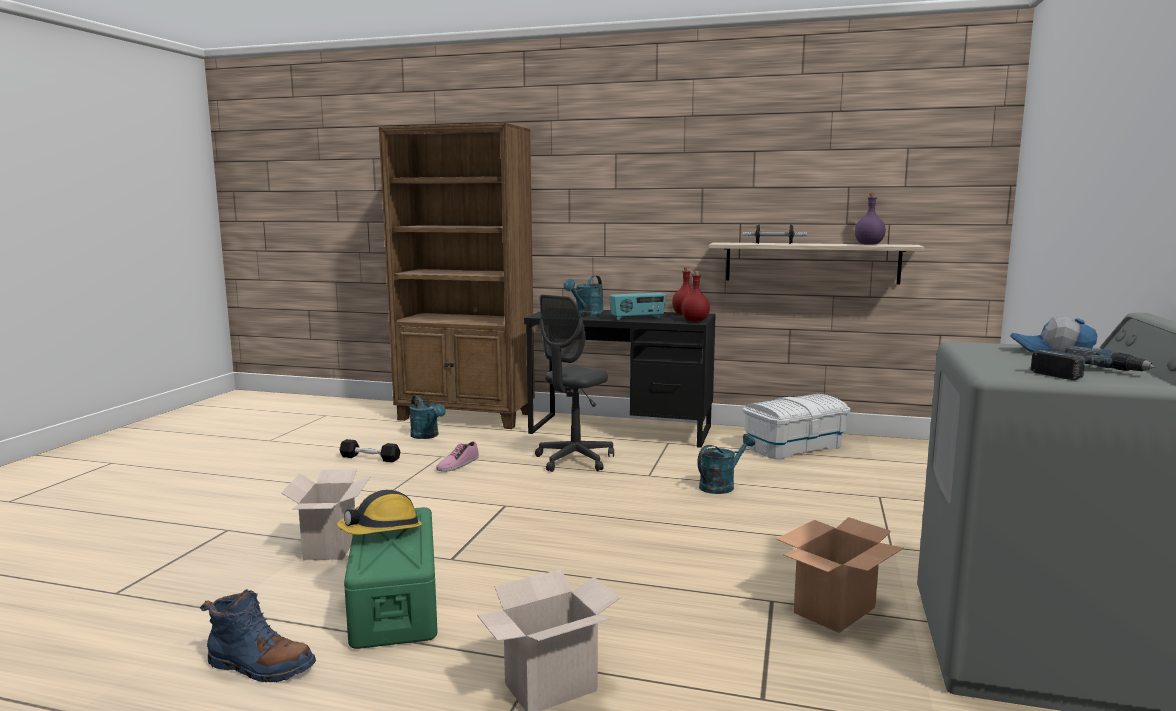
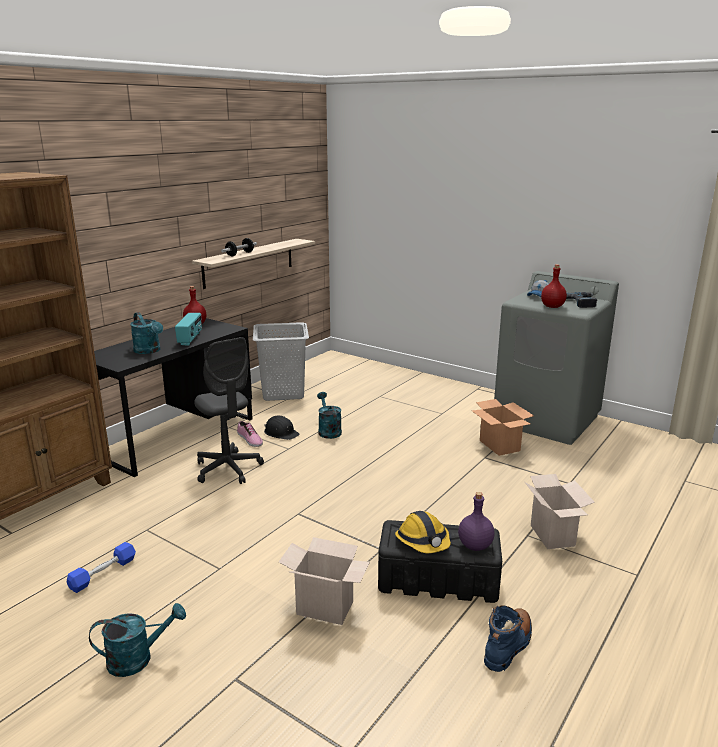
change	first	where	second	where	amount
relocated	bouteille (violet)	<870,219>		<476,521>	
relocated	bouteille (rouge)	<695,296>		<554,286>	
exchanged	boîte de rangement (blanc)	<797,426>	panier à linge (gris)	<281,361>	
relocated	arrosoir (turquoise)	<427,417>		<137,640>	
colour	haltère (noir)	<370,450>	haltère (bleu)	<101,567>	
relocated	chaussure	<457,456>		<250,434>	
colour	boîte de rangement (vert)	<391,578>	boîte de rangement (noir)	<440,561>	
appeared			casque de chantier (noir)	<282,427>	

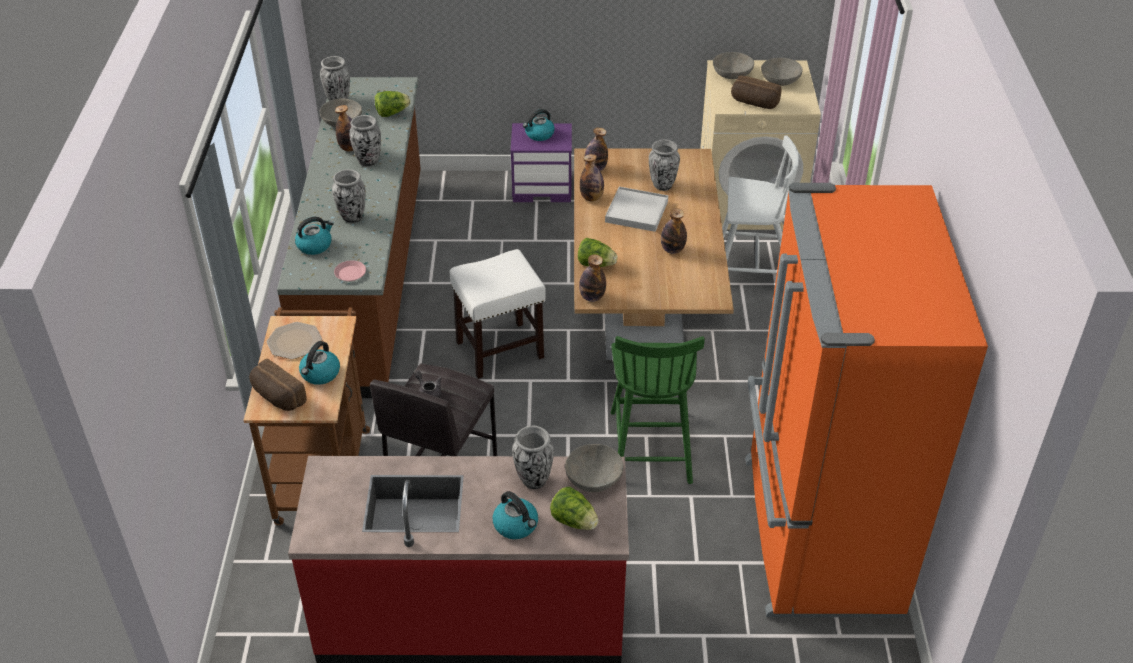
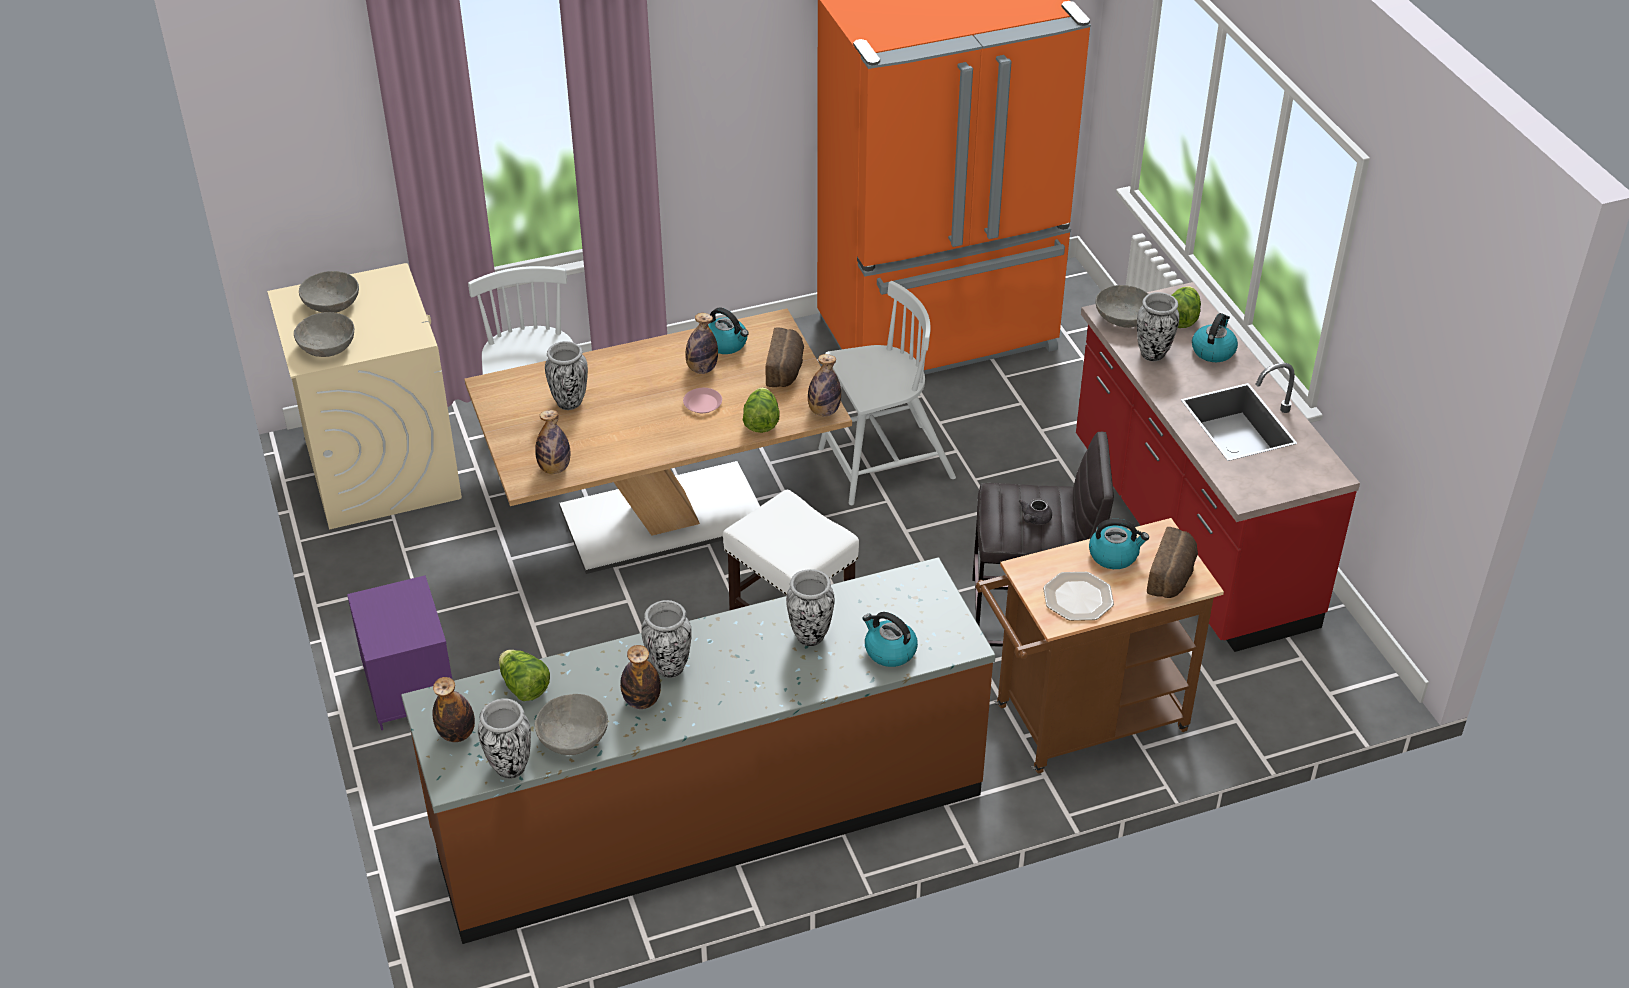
change	first	where	second	where	amount
relocated	pain	<756,92>		<785,357>	
relocated	bouilloire	<539,125>		<728,331>	
relocated	bouteille	<592,177>		<453,709>	
missing	plateau (blanc)	<636,209>			
relocated	assiette (rose)	<350,270>		<702,400>	
colour	chaise (vert)	<658,410>	chaise (blanc)	<887,393>	

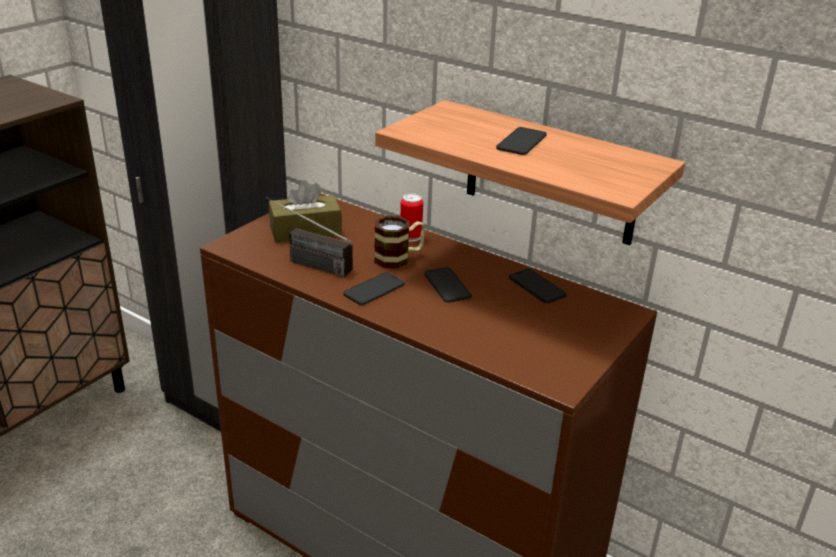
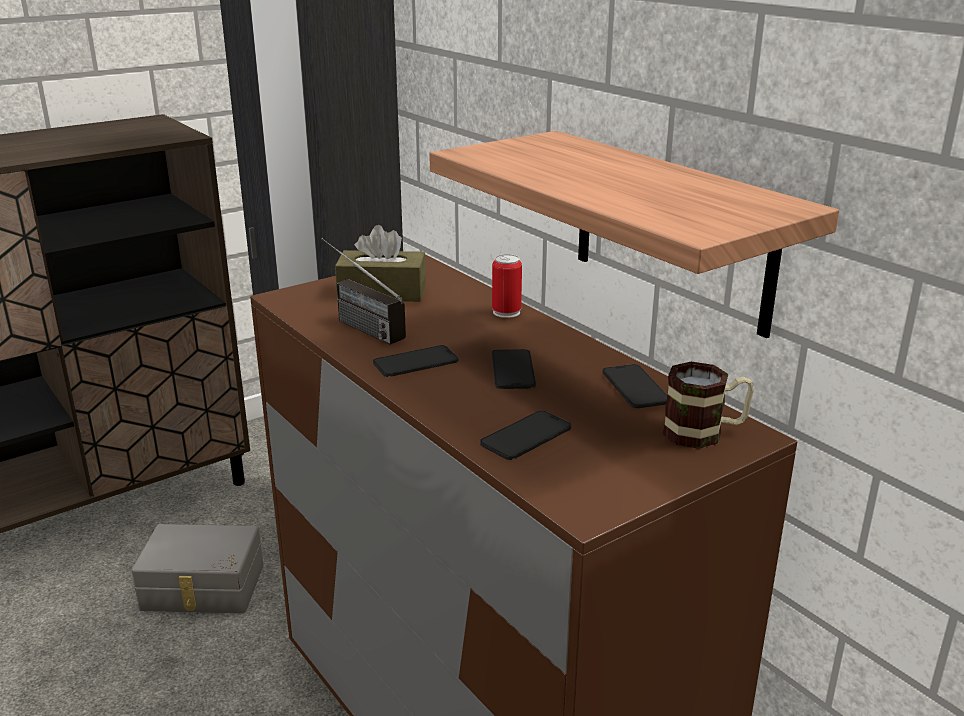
change	first	where	second	where	amount
relocated	téléphone	<521,141>		<525,435>	
relocated	mug	<399,242>		<708,405>	
appeared			boîte de rangement (gris)	<197,568>	

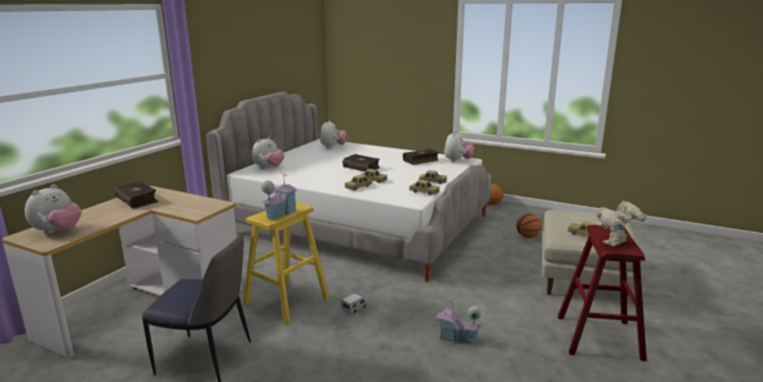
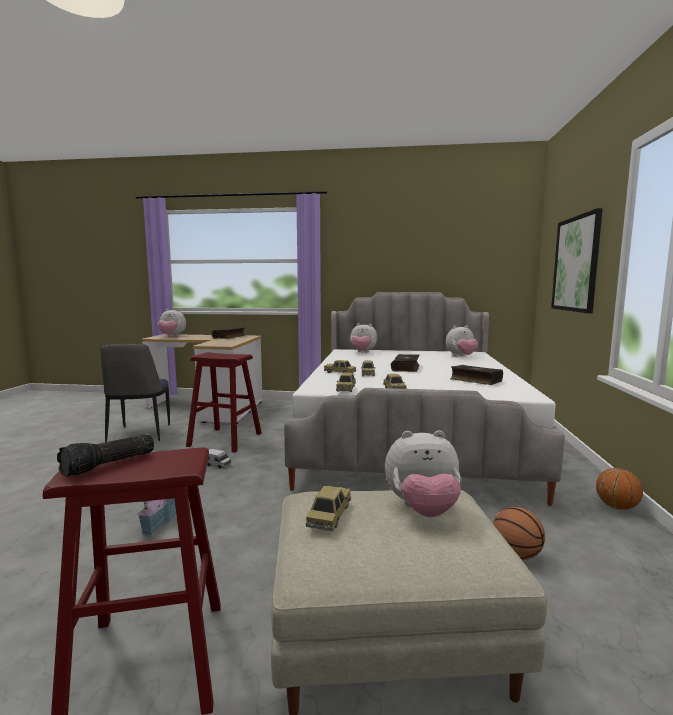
change	first	where	second	where	amount
relocated	peluche	<459,146>		<423,473>	
missing	maison miniature	<279,197>			
exchanged	robot jouet	<621,223>	lampe de poche	<105,455>	
colour	tabouret (jaune)	<286,263>	tabouret (rouge)	<224,403>	
appeared			tableau	<577,260>	

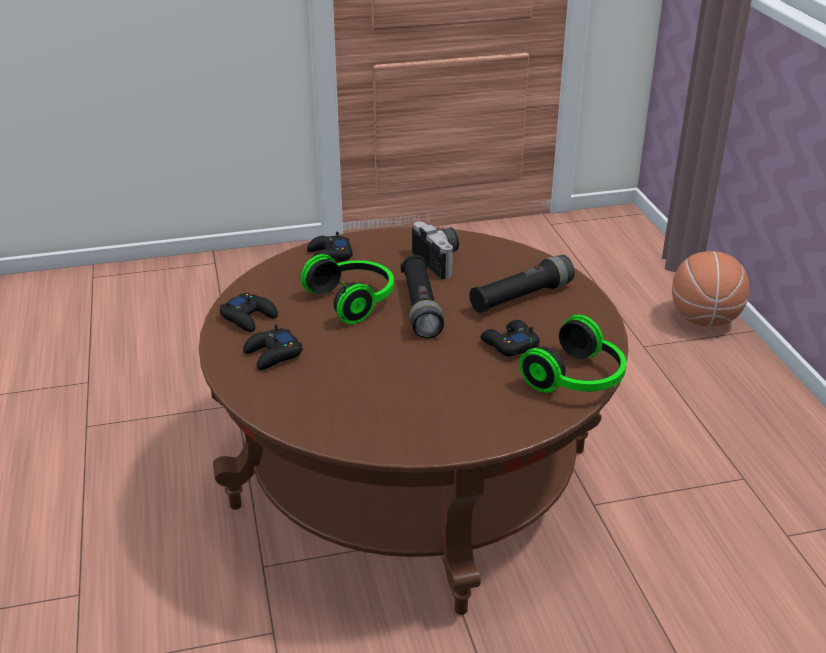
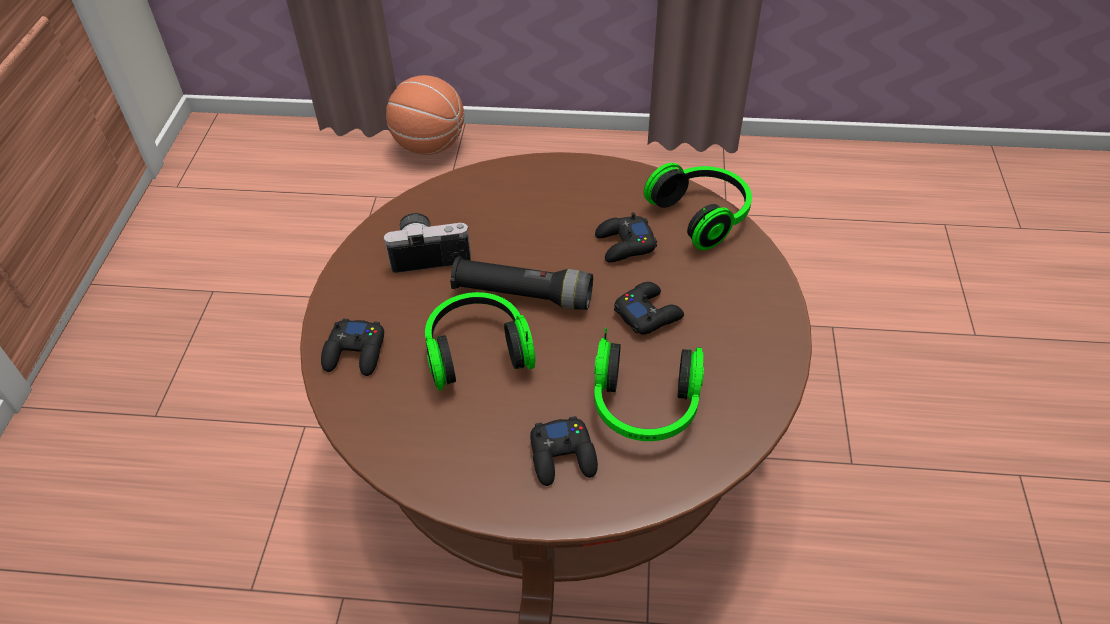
change	first	where	second	where	amount
missing	lampe de poche (noir)	<522,284>			
relocated	manette (noir)	<249,312>		<649,308>	
appeared			casque audio	<649,384>	

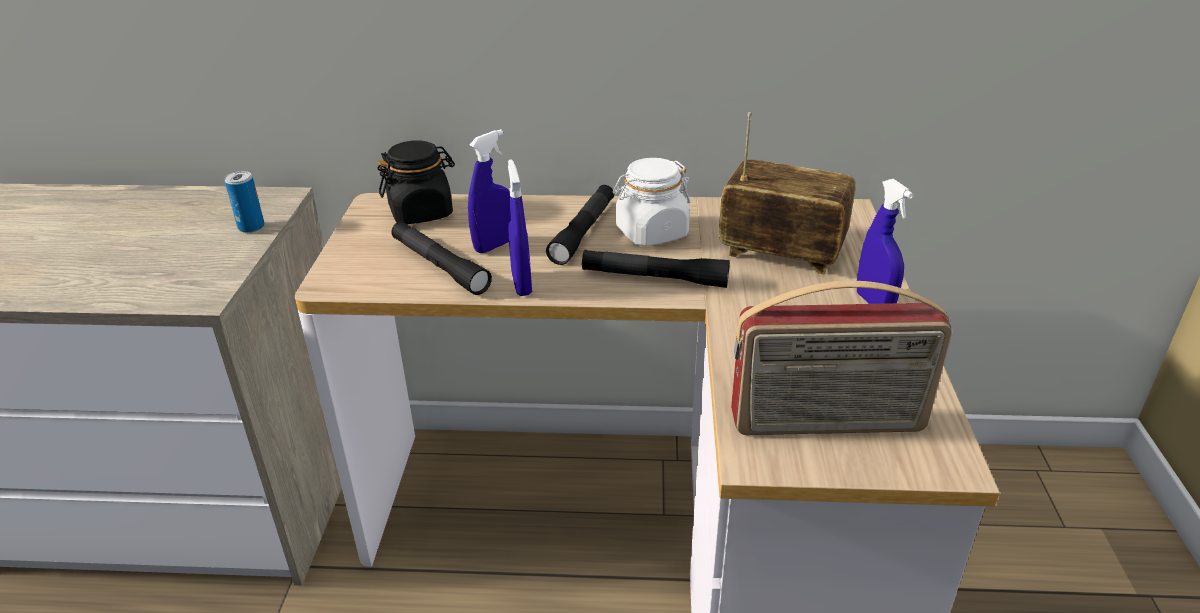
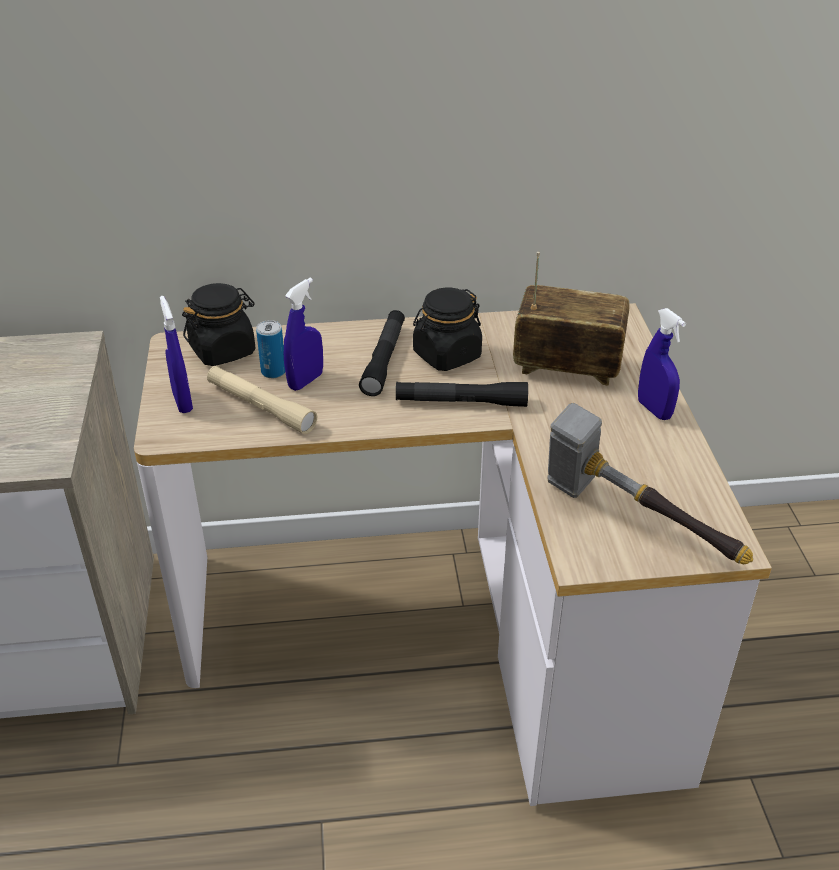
change	first	where	second	where	amount
colour	bocal (blanc)	<651,202>	bocal (noir)	<447,329>	
relocated	vaporisateur (bleu)	<520,227>		<176,354>	
relocated	boîte métallique	<245,202>		<270,349>	
colour	lampe de poche (noir)	<441,258>	lampe de poche (beige)	<262,400>	
exchanged	radio	<841,358>	marteau	<650,483>	

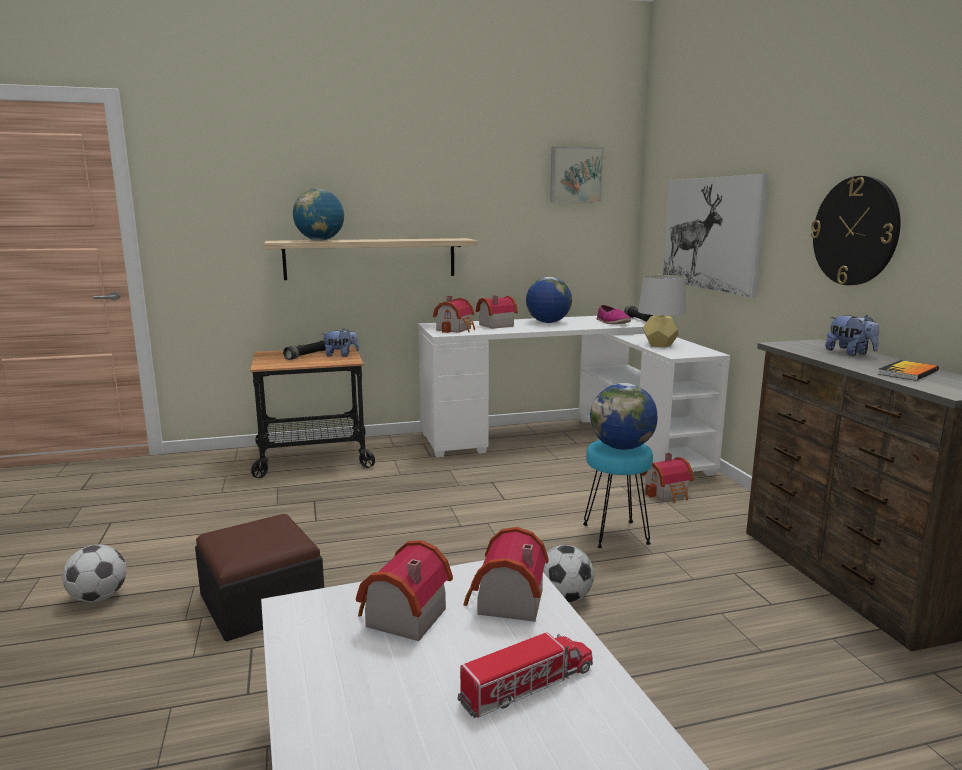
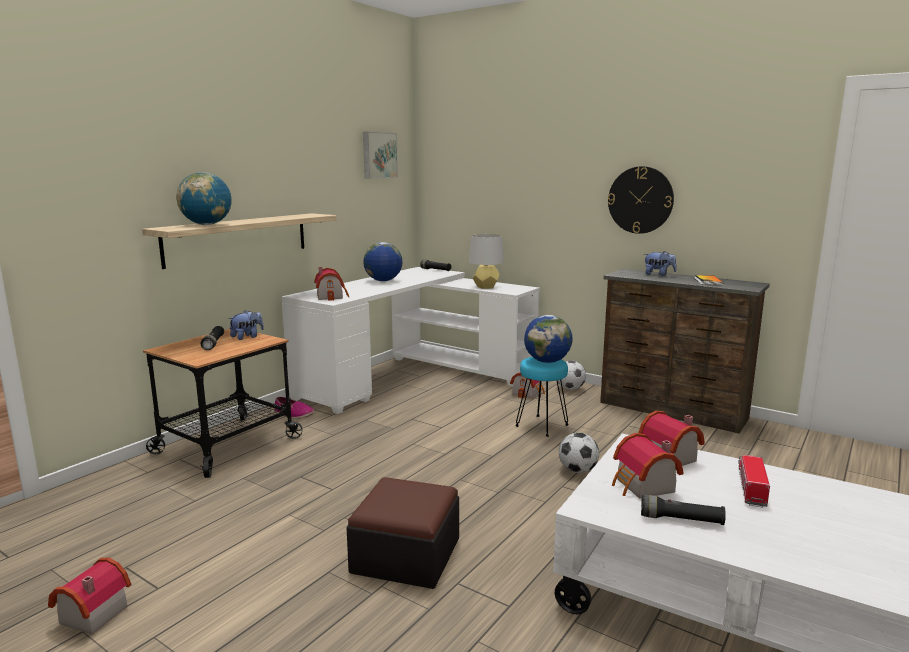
change	first	where	second	where	amount
missing	tableau	<716,236>			
relocated	maison miniature	<497,312>		<89,596>	
relocated	chaussure	<614,314>		<294,408>	
relocated	ballon de foot	<94,574>		<571,375>	
appeared			lampe de poche (noir)	<683,510>	

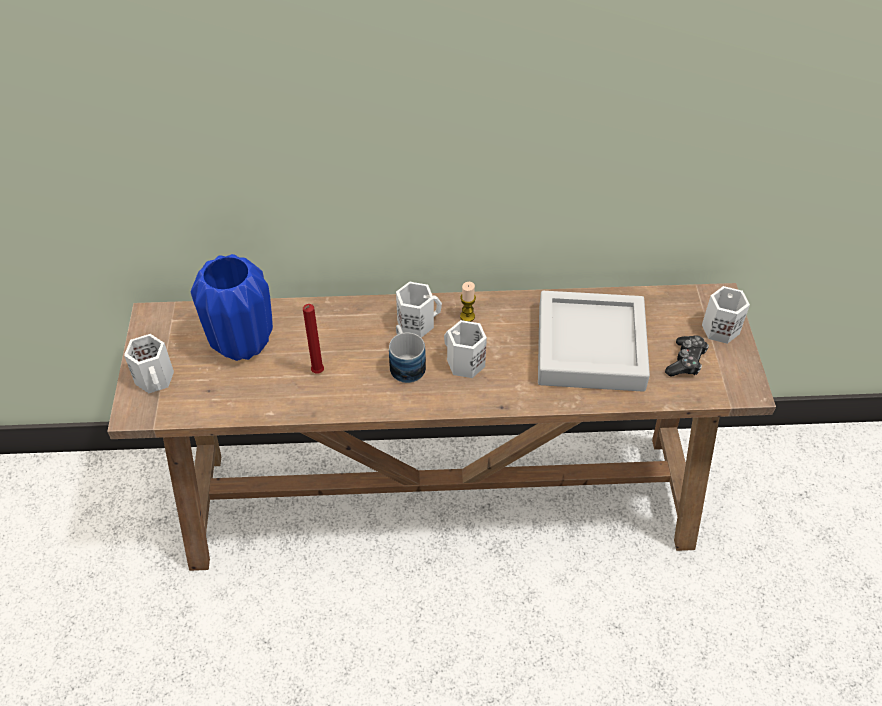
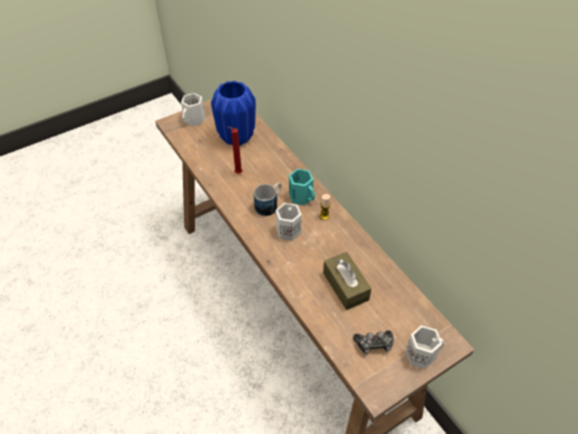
change	first	where	second	where	amount
colour	mug (blanc)	<419,309>	mug (turquoise)	<302,187>	
exchanged	plateau (gris)	<594,341>	boîte à mouchoirs (marron)	<347,281>	

